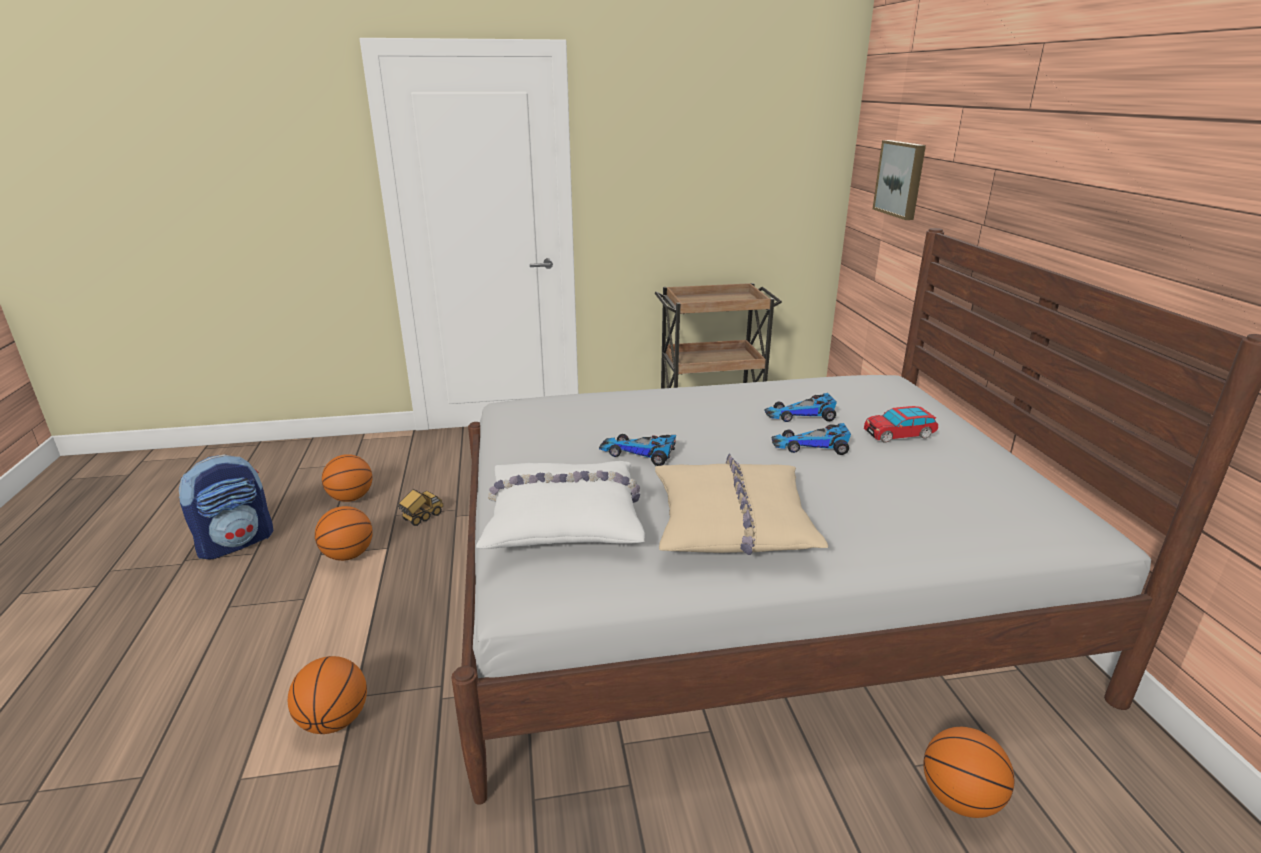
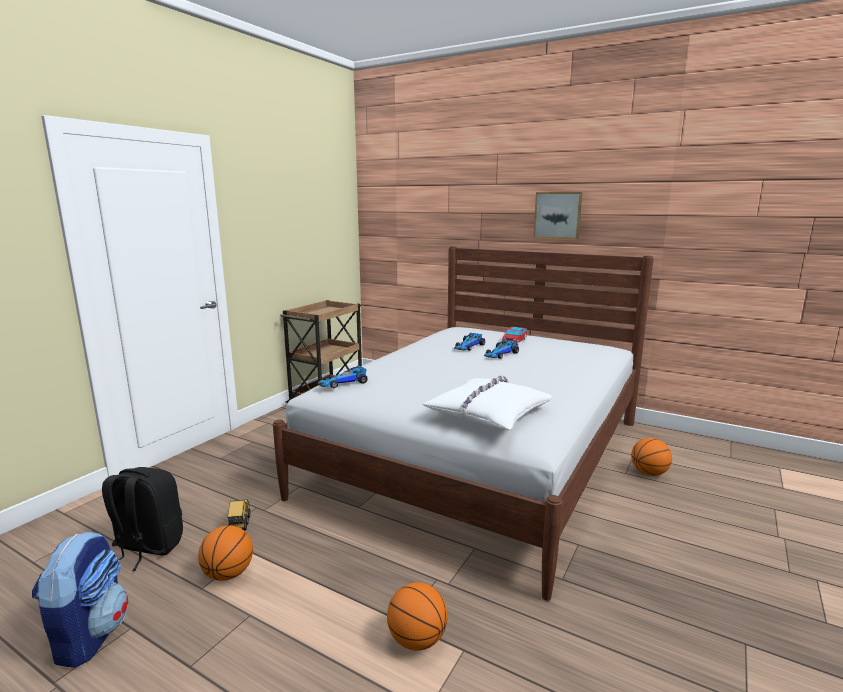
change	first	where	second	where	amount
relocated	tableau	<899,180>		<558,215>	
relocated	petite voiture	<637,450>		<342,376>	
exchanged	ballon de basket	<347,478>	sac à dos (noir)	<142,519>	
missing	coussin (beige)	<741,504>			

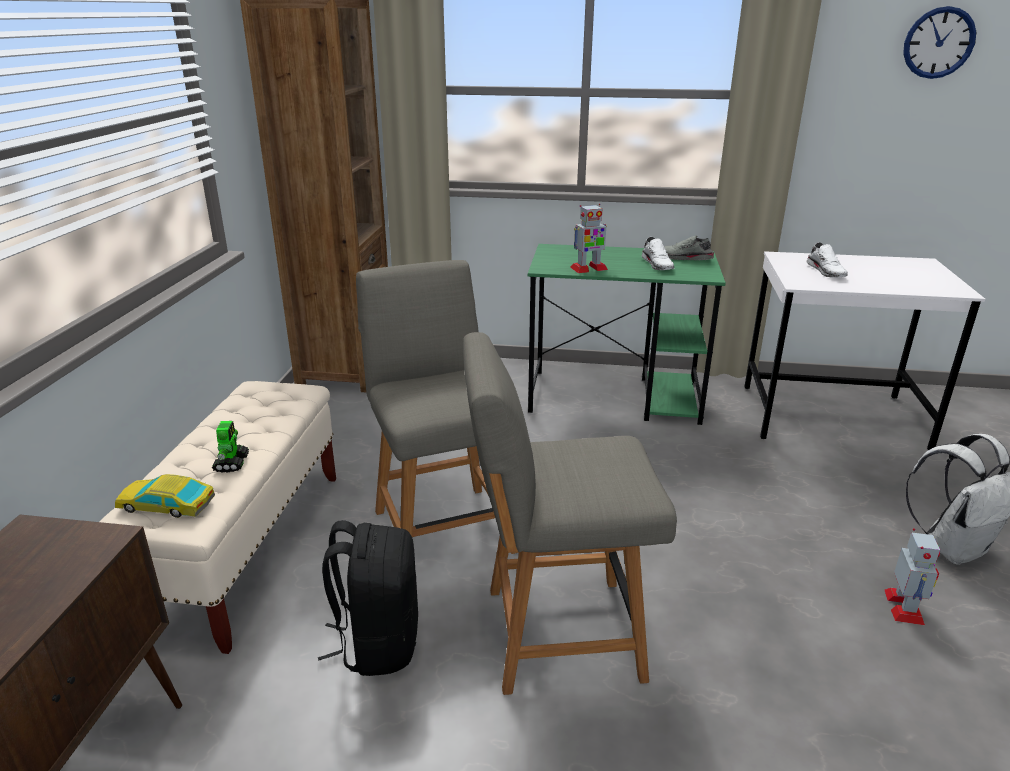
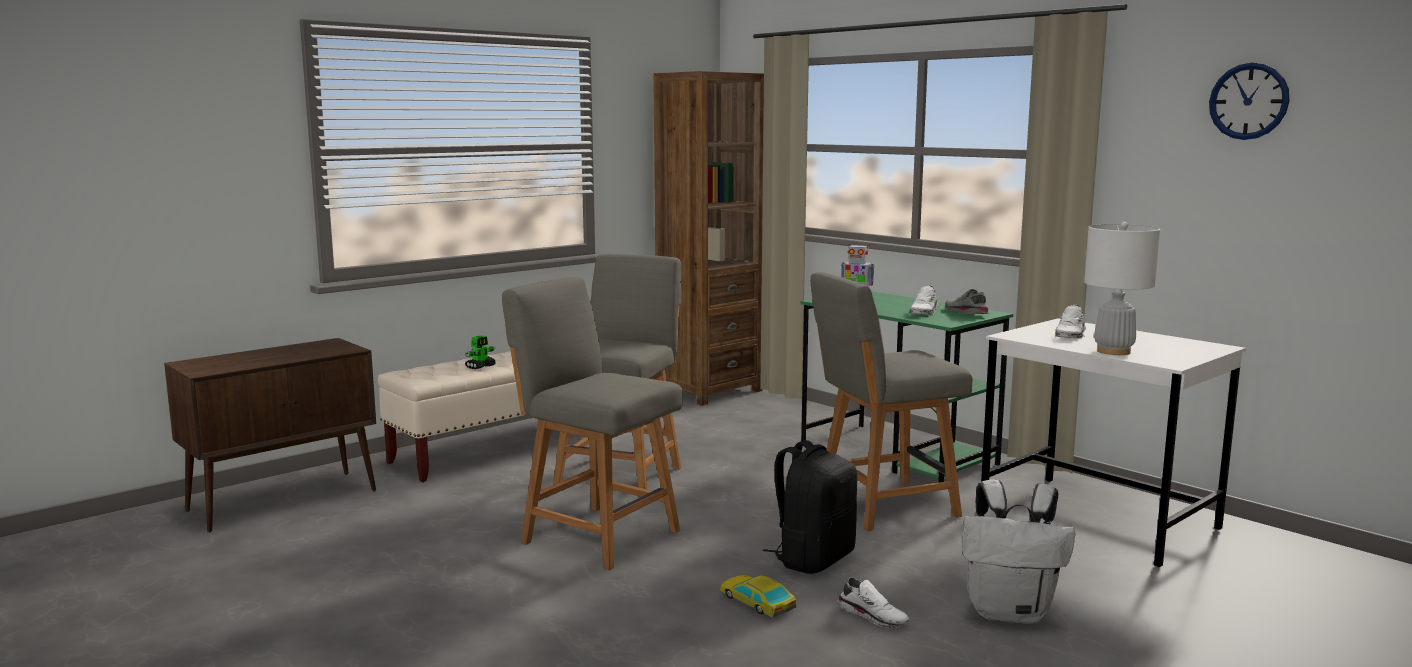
change	first	where	second	where	amount
relocated	petite voiture	<165,496>		<758,596>	
relocated	sac à dos (noir)	<368,598>		<810,507>	
exchanged	robot jouet	<912,576>	chaussure (blanc)	<873,602>	
appeared			lampe de table (blanc)	<1122,288>	
appeared			chaise (gris)	<891,401>	

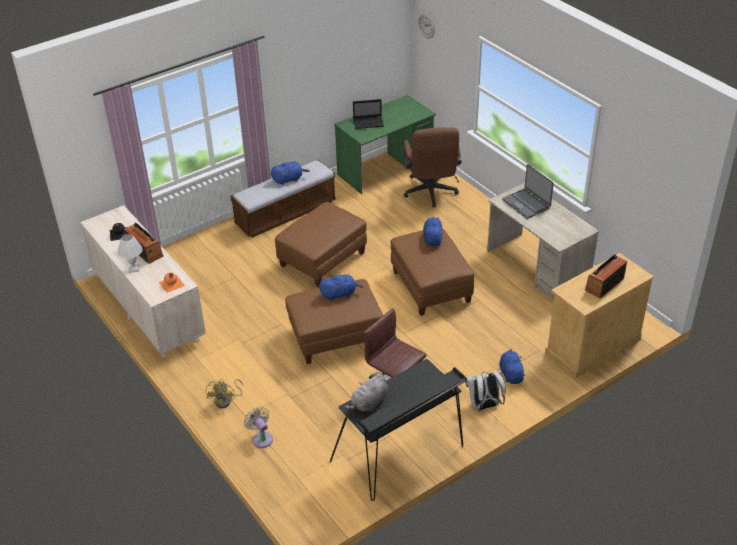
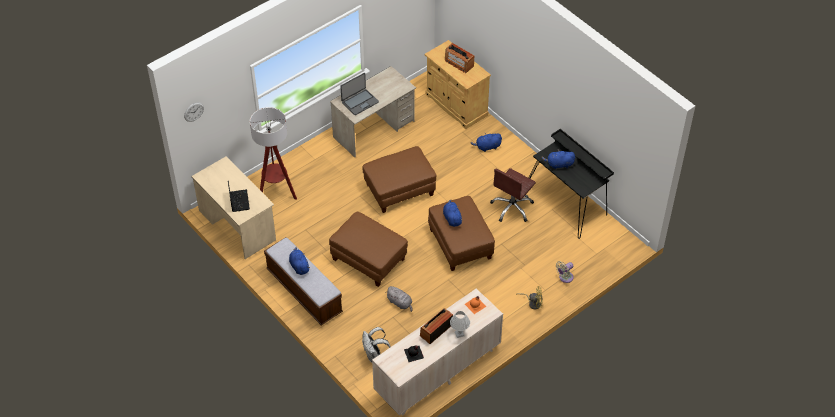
change	first	where	second	where	amount
colour	bureau (vert)	<385,144>	bureau (beige)	<233,207>	
exchanged	chaise de bureau (marron)	<432,167>	lampadaire	<273,153>	
relocated	peluche (bleu)	<433,231>		<558,159>	
relocated	sac à dos (blanc)	<485,390>		<376,345>	
relocated	peluche (gris)	<366,393>		<398,299>	

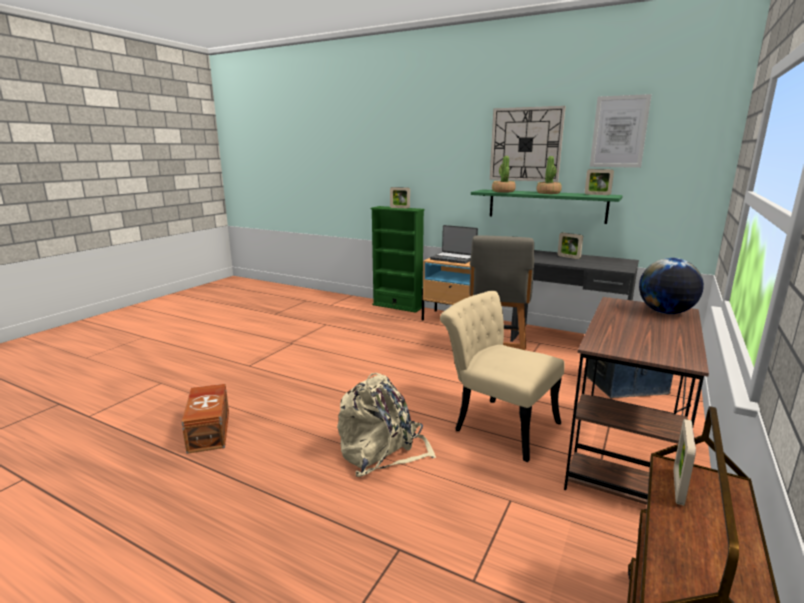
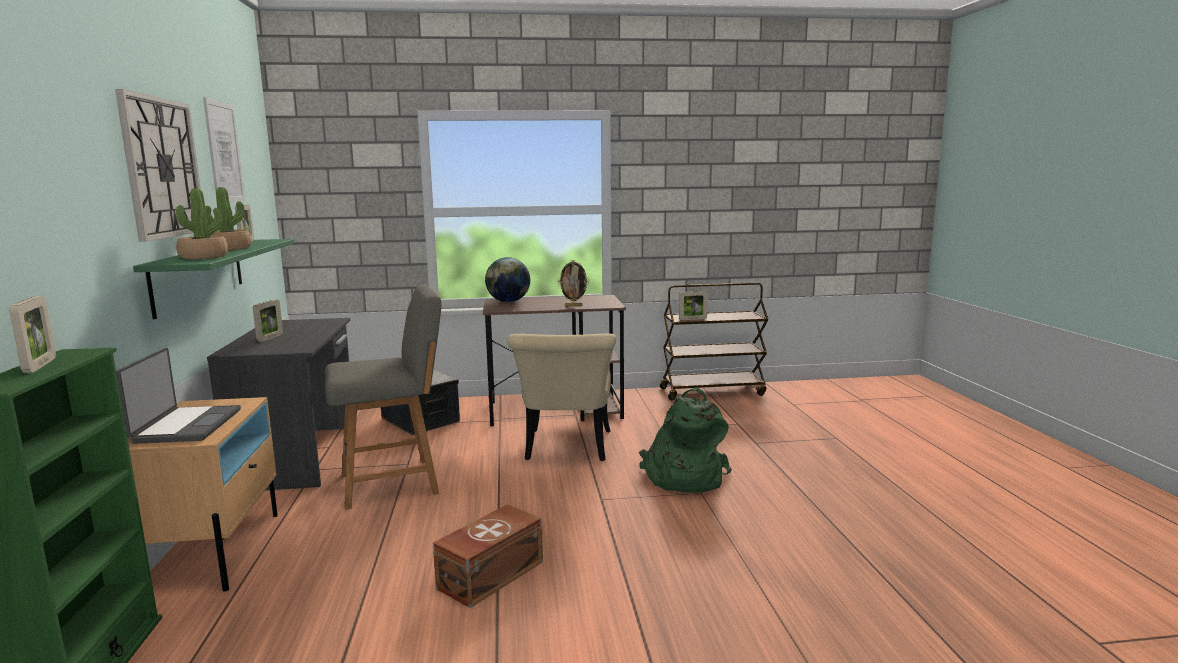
change	first	where	second	where	amount
colour	sac à dos (beige)	<386,425>	sac à dos (vert)	<685,440>	
relocated	boîte de rangement (marron)	<205,419>		<488,556>	
appeared			cadre photo	<573,283>	

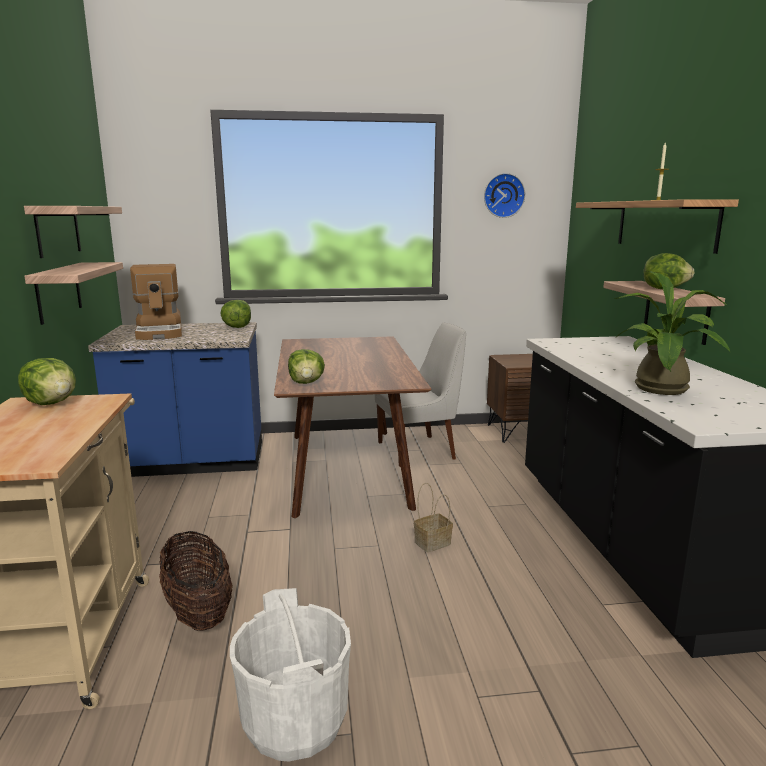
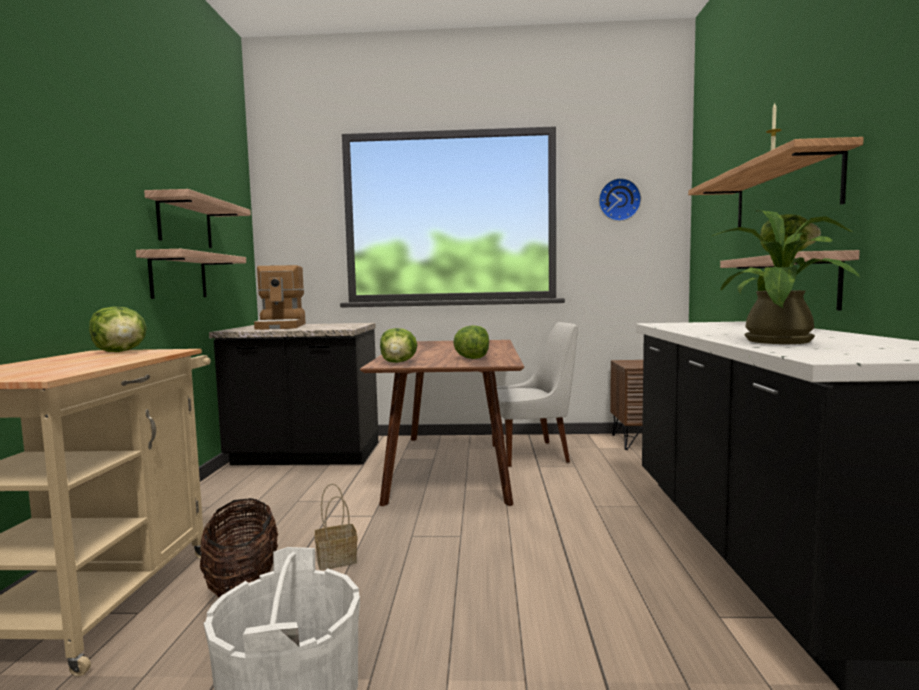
change	first	where	second	where	amount
relocated	laitue	<235,314>		<471,342>	
colour	comptoir de cuisine (bleu)	<175,399>	comptoir de cuisine (noir)	<293,394>	
relocated	panier	<433,517>		<336,526>	

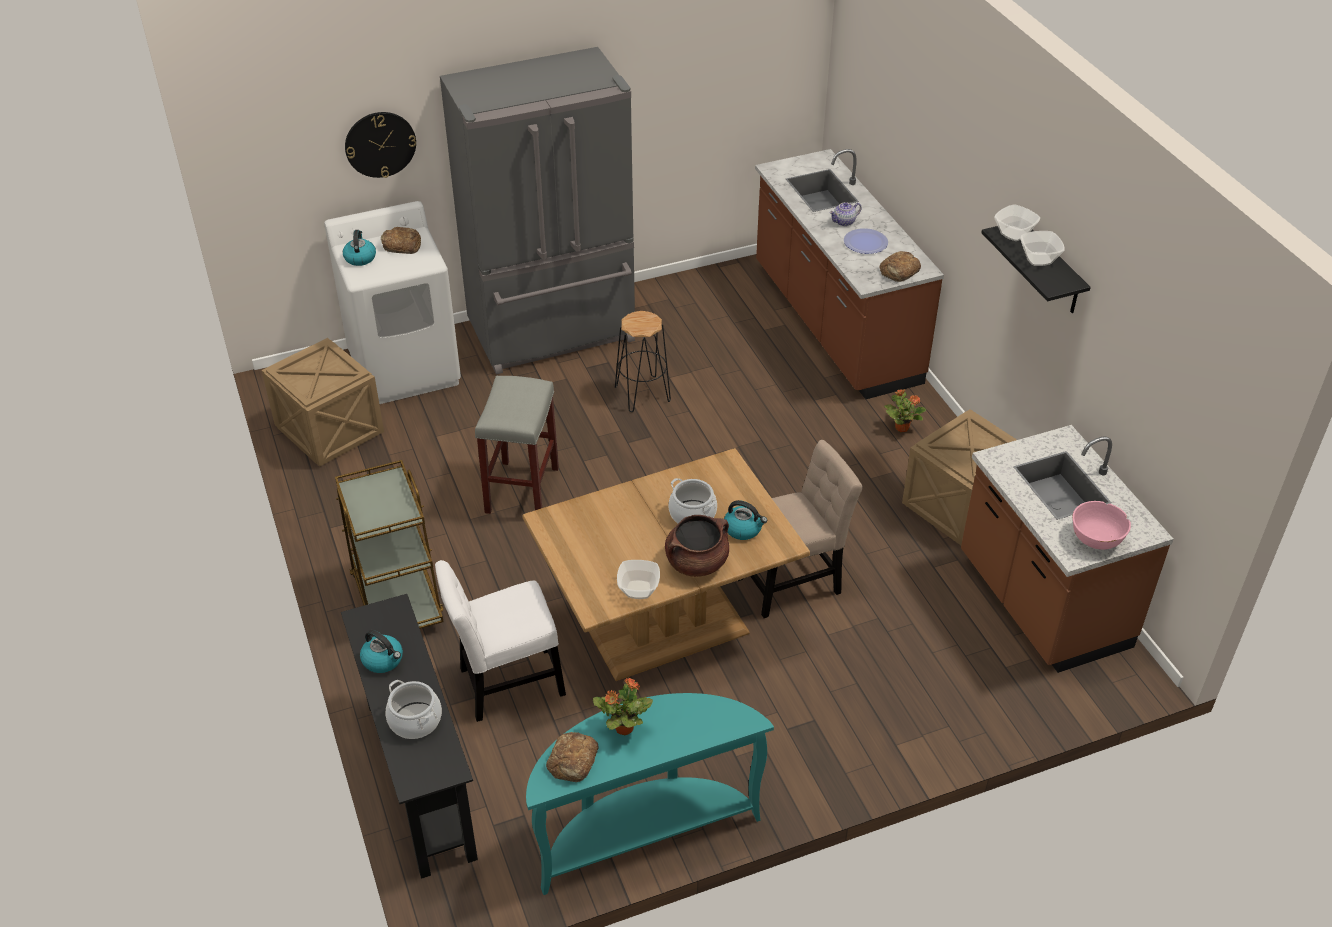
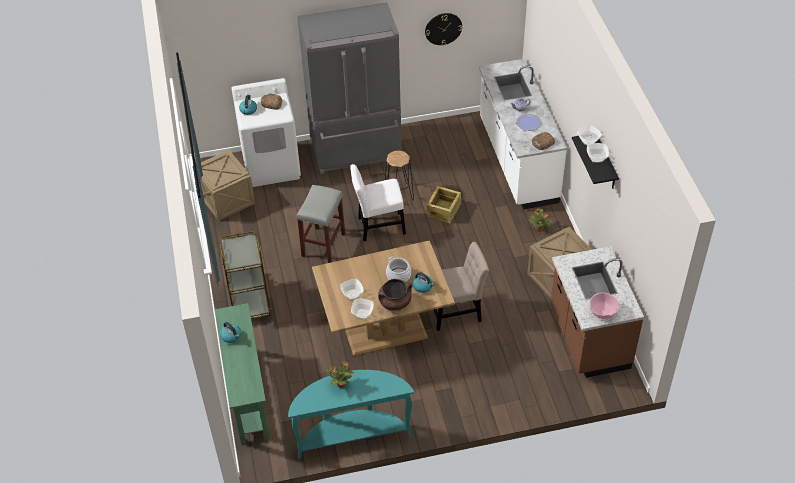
change	first	where	second	where	amount
relocated	horloge murale	<380,145>		<443,29>	
colour	comptoir de cuisine (marron)	<849,274>	comptoir de cuisine (blanc)	<523,134>	
relocated	chaise (blanc)	<500,641>		<378,202>	
colour	table console (noir)	<409,736>	table console (vert)	<242,373>	
missing	marmite	<414,709>			
missing	pain	<572,757>			
appeared			caisse	<444,205>	
appeared			bol	<352,289>	

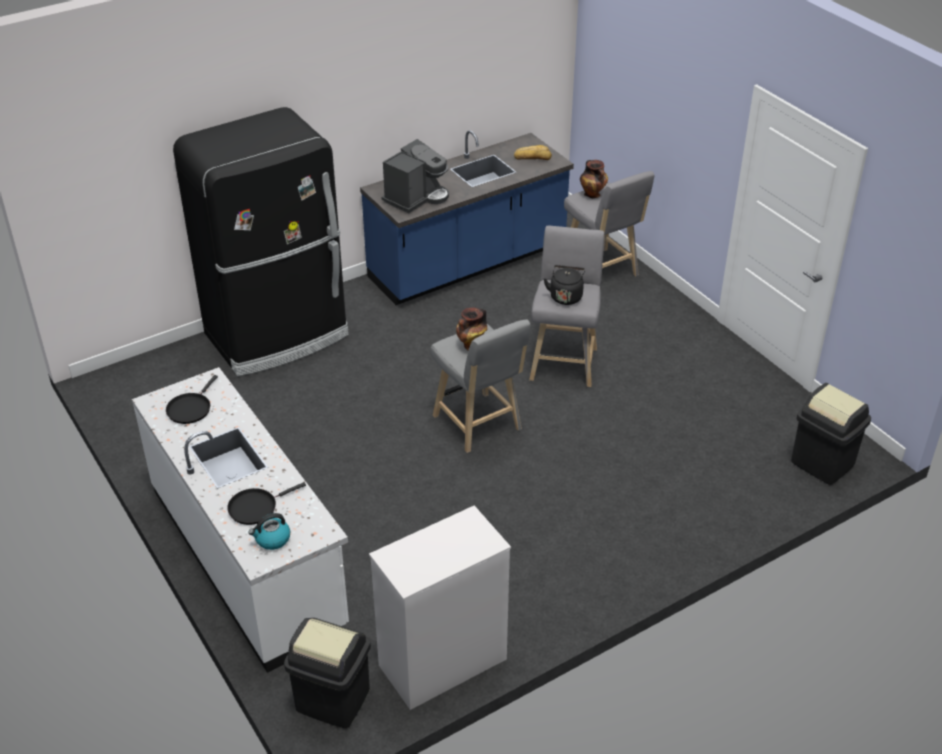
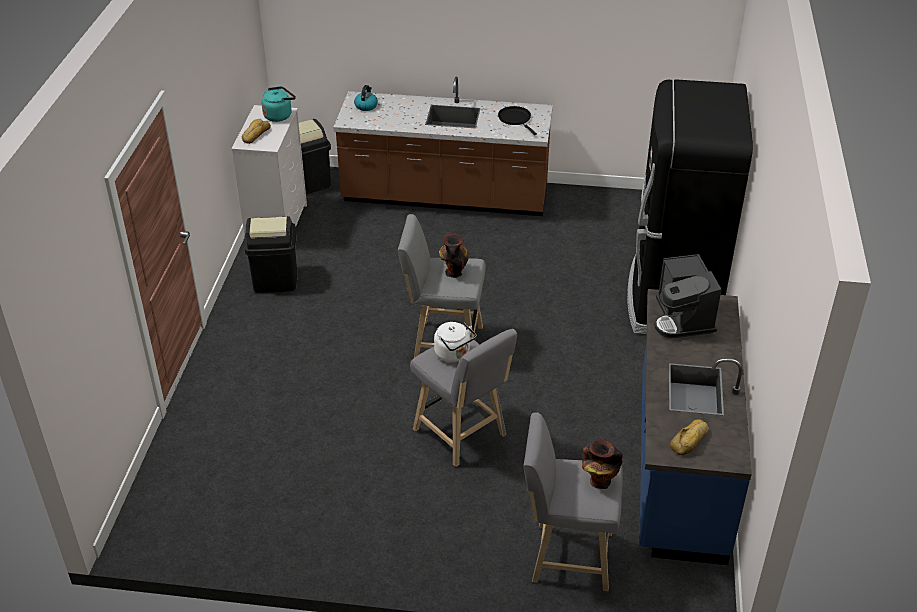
change	first	where	second	where	amount
colour	bouilloire (noir)	<564,285>	bouilloire (blanc)	<455,342>	
colour	comptoir de cuisine (blanc)	<240,520>	comptoir de cuisine (marron)	<443,146>	
relocated	poubelle (noir)	<831,434>		<270,254>	
missing	poêle (noir)	<266,503>			
appeared			bouilloire (turquoise)	<278,104>	
appeared			pain	<256,131>	

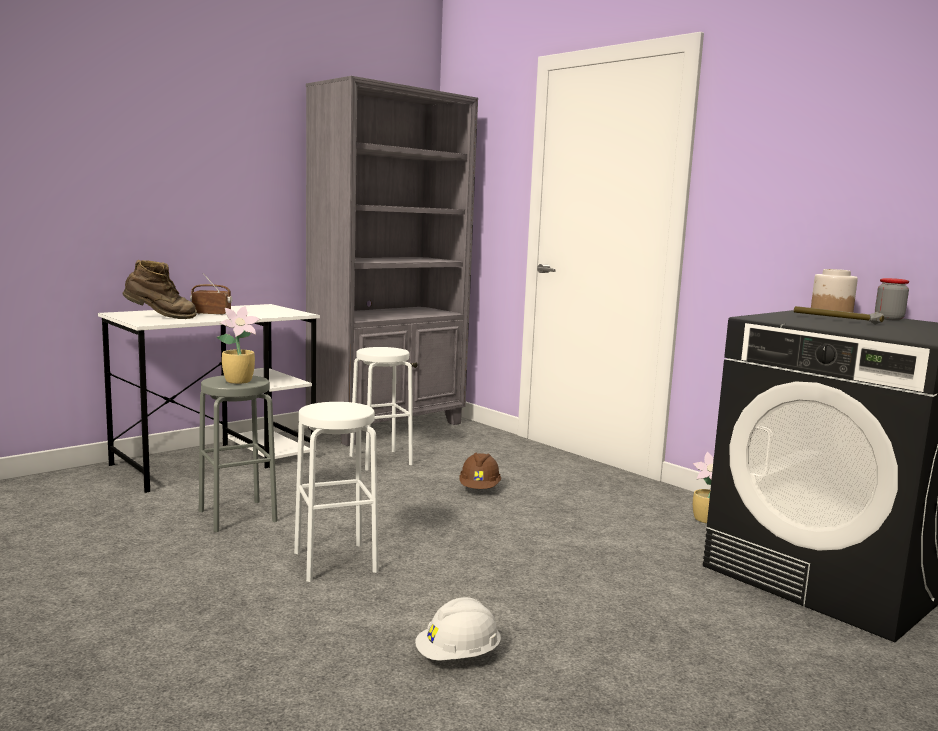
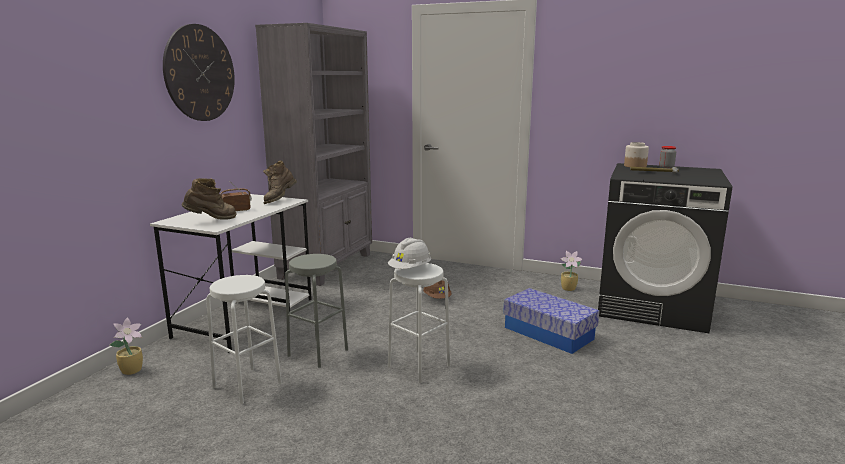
change	first	where	second	where	amount
relocated	plante en pot	<238,345>		<126,346>	
relocated	tabouret (blanc)	<381,409>		<244,339>	
relocated	casque de chantier (blanc)	<458,629>		<409,253>	
appeared			horloge murale	<199,72>	
appeared			botte (marron)	<280,182>	
appeared			boîte de rangement	<551,321>	

